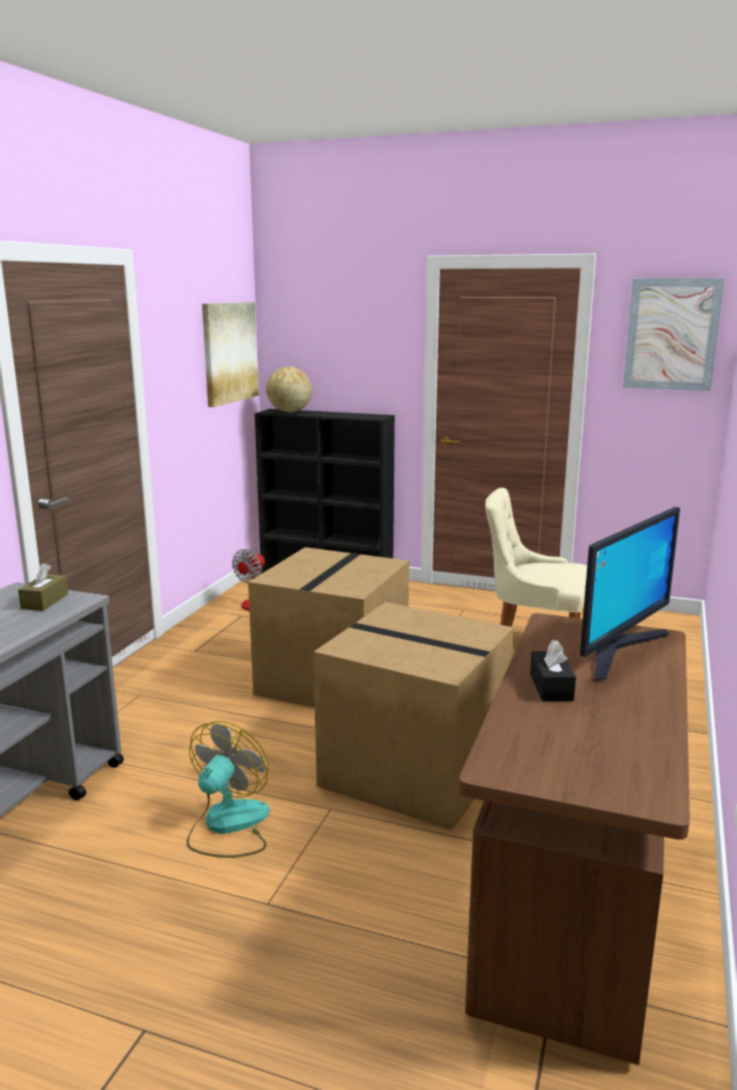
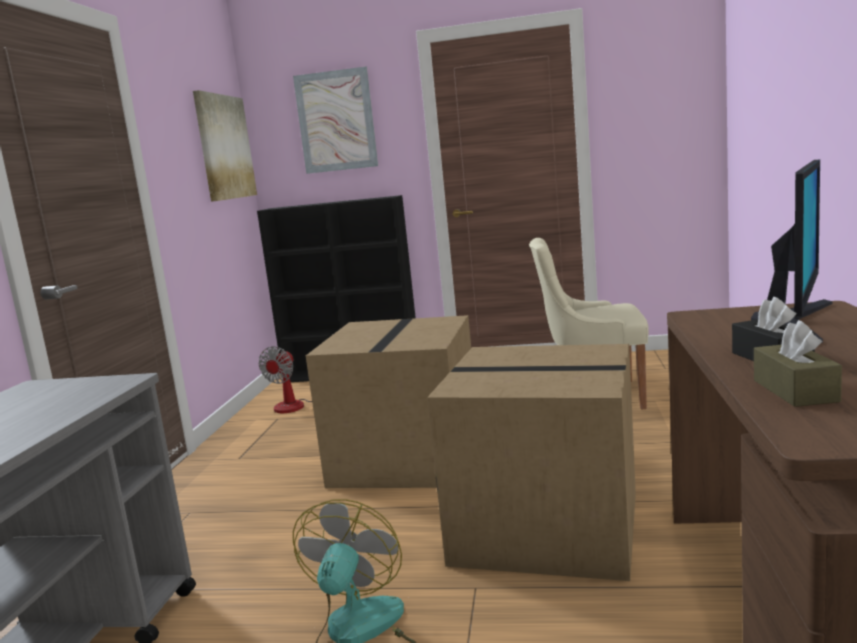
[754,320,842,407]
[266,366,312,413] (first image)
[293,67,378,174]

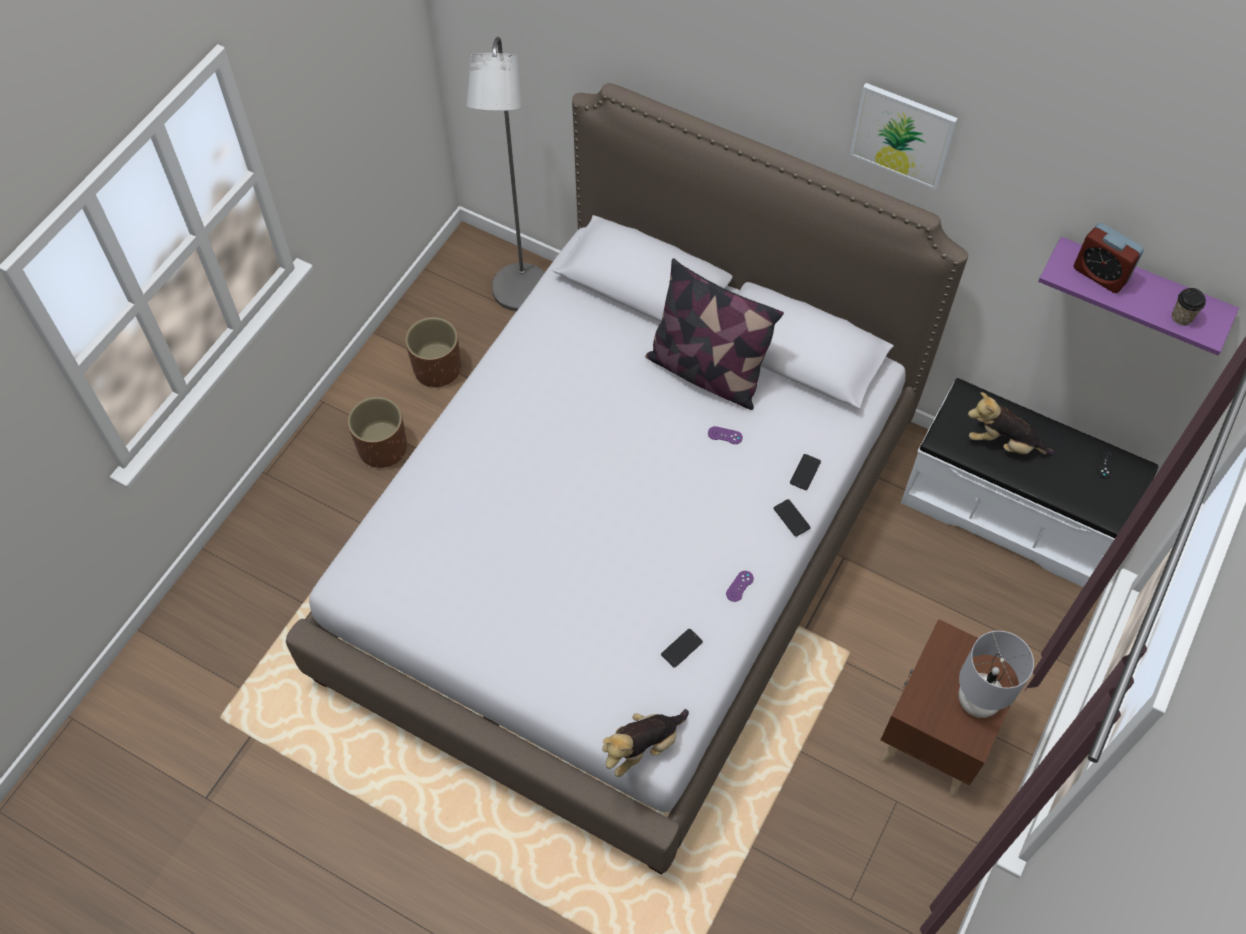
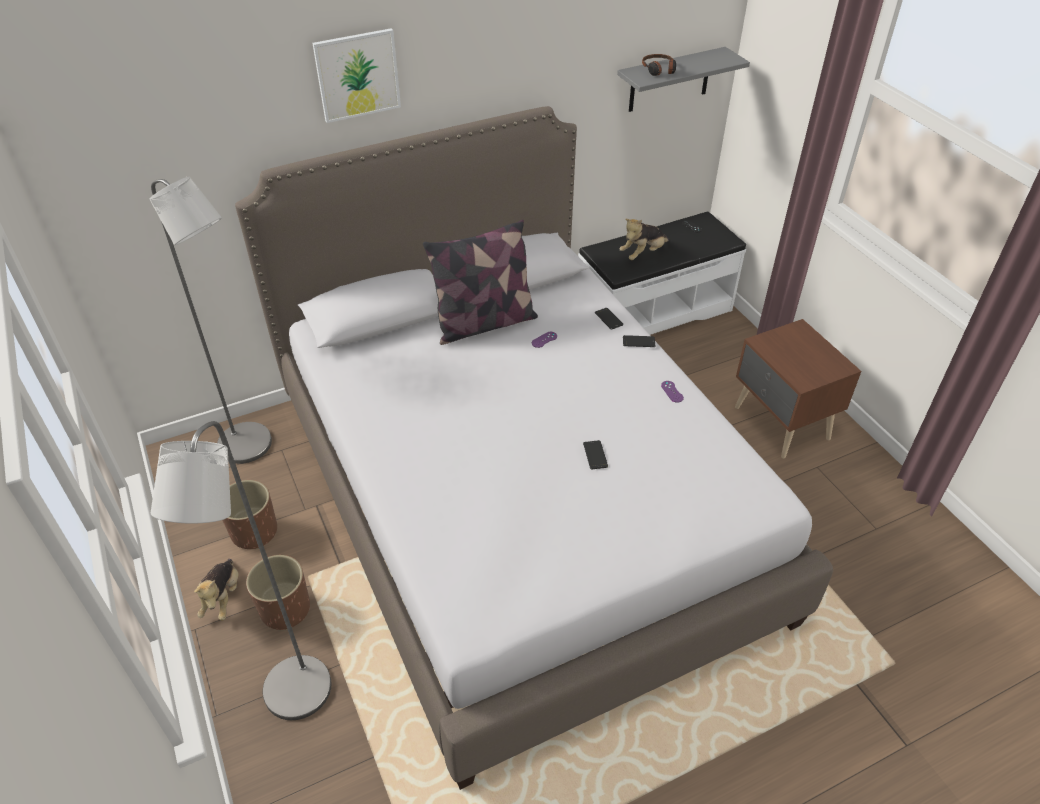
[194,559,239,621]
[583,440,608,469]
[313,28,401,123]
[958,631,1034,718] (first image)
[617,47,750,112]
[642,54,676,76]
[1172,288,1206,326] (first image)
[151,421,332,720]

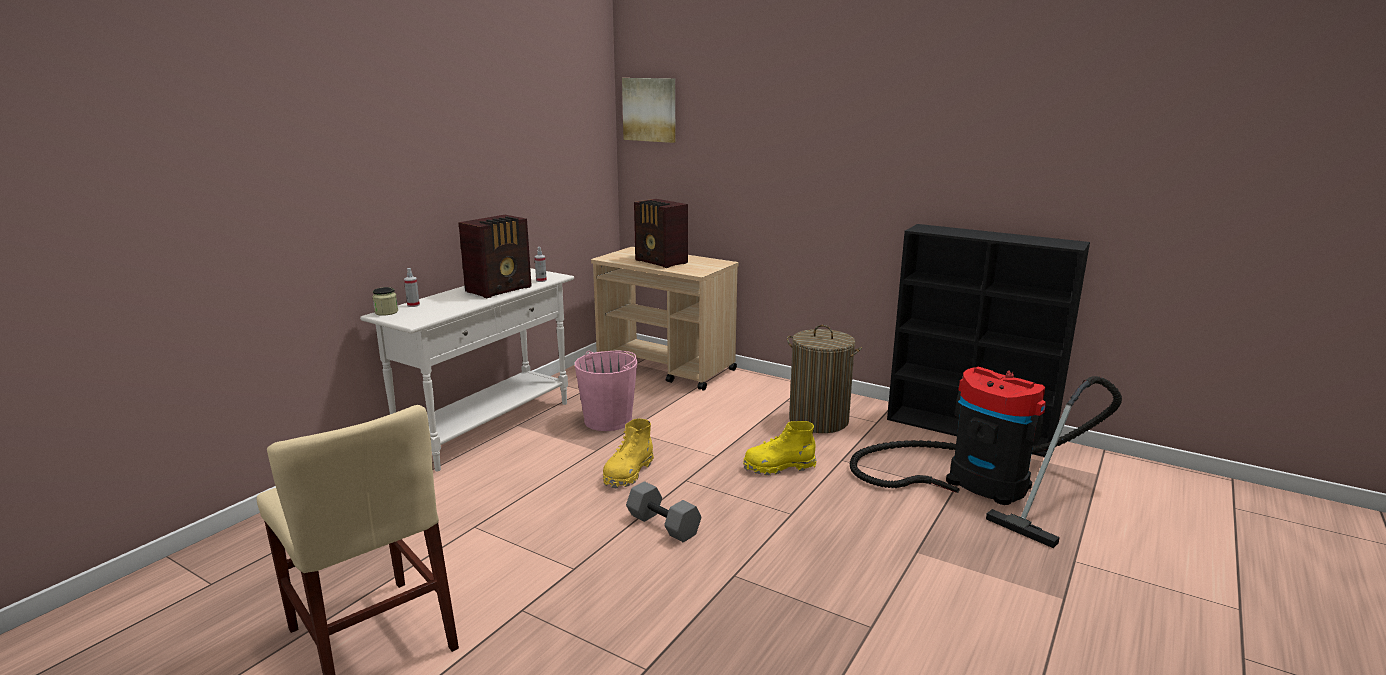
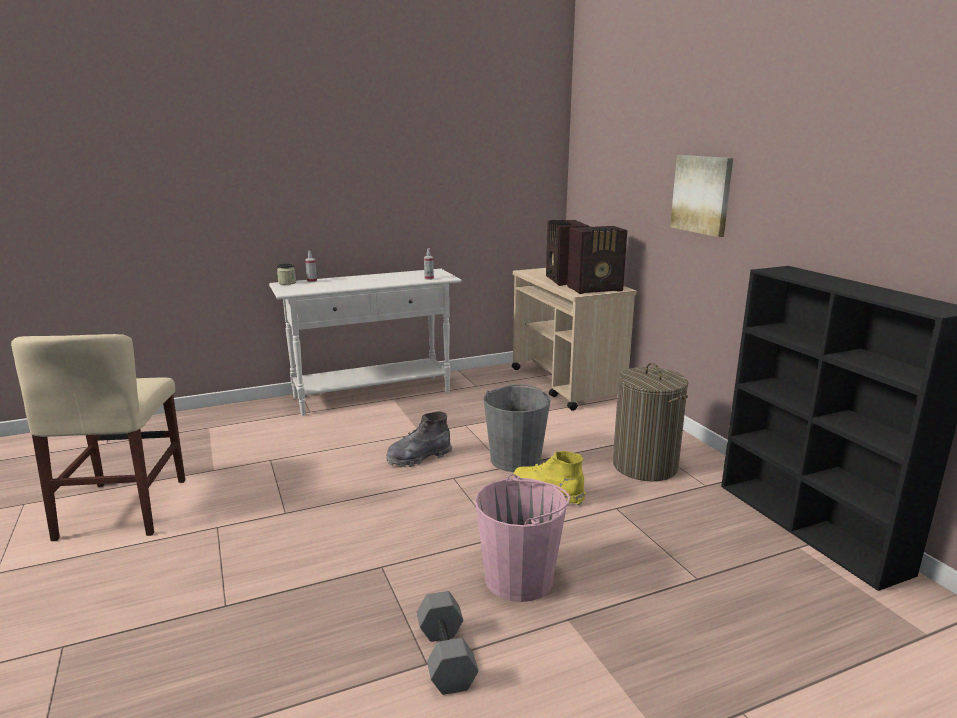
[567,226,627,294]
[475,474,570,602]
[386,411,452,467]
[670,155,733,237]
[417,591,479,695]
[850,367,1122,548] (first image)
[484,384,551,472]

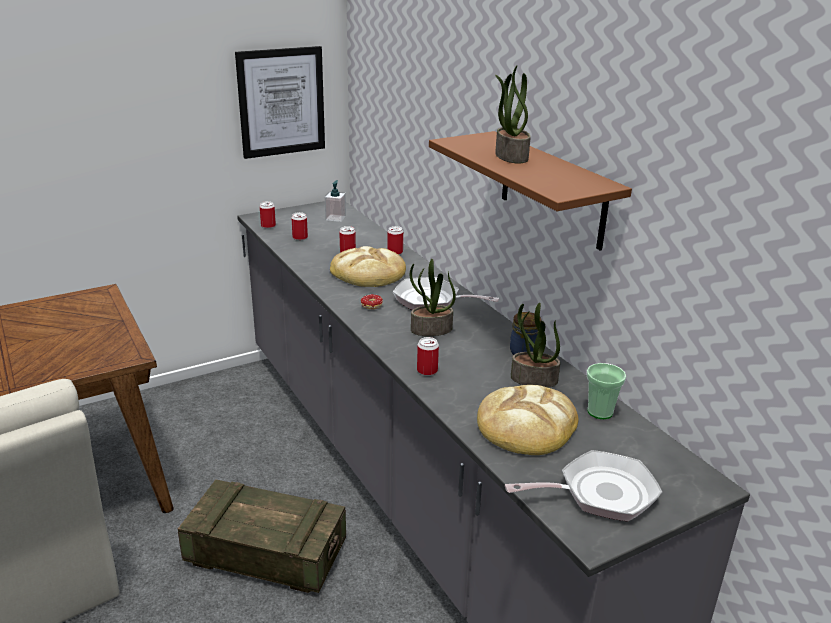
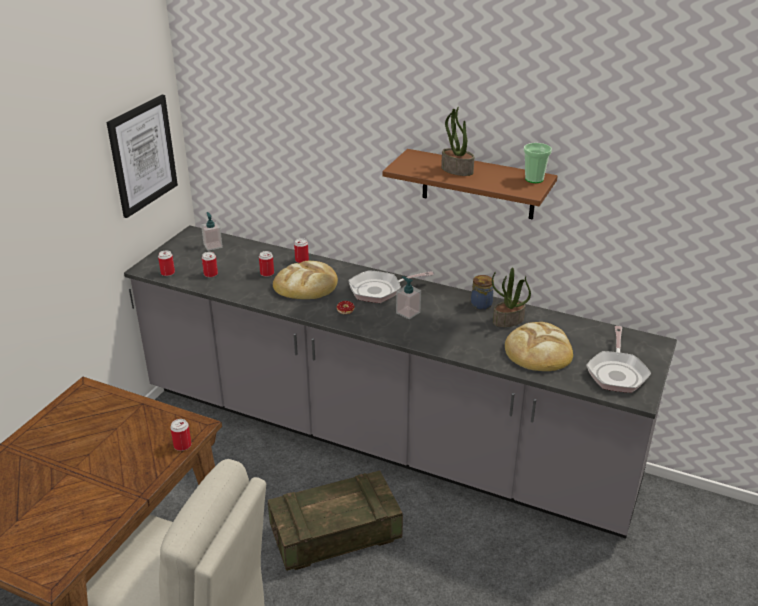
[396,276,421,319]
[170,419,192,451]
[586,326,651,393]
[524,143,552,183]

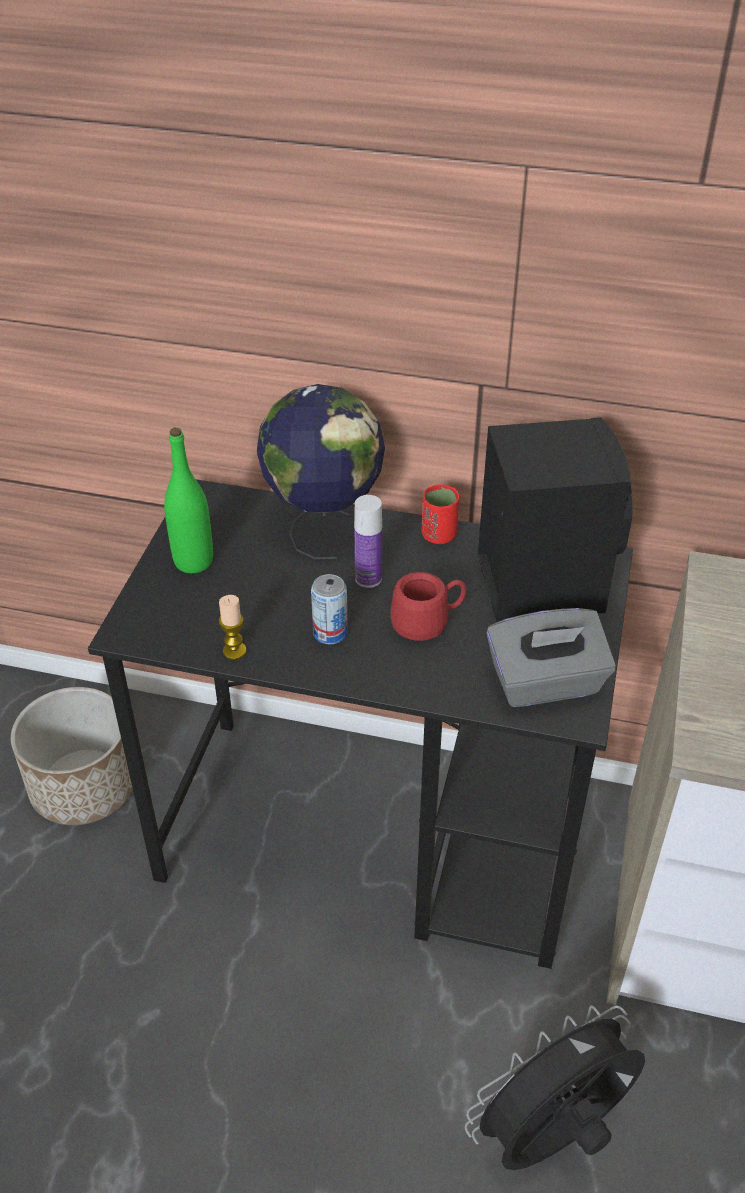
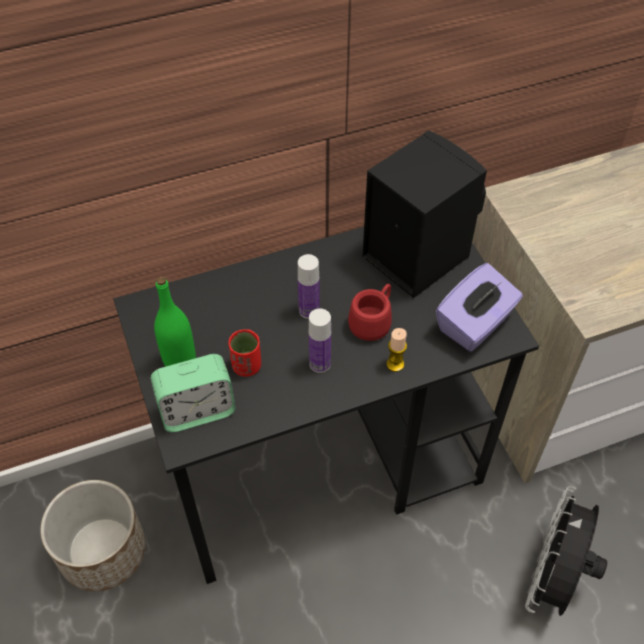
[386,328,407,372]
[257,384,385,559] (first image)
[309,308,331,373]
[228,329,261,377]
[436,263,523,351]
[151,354,236,432]

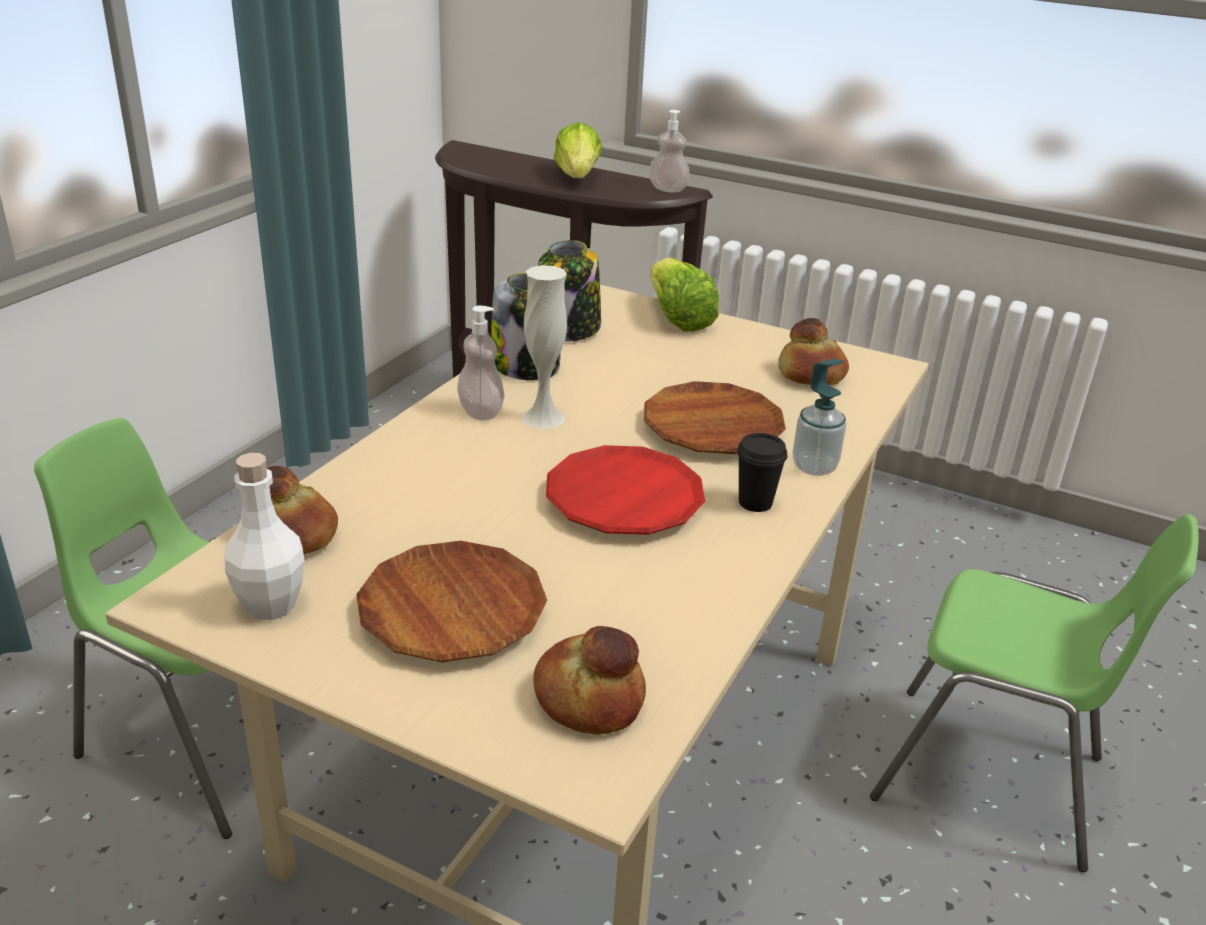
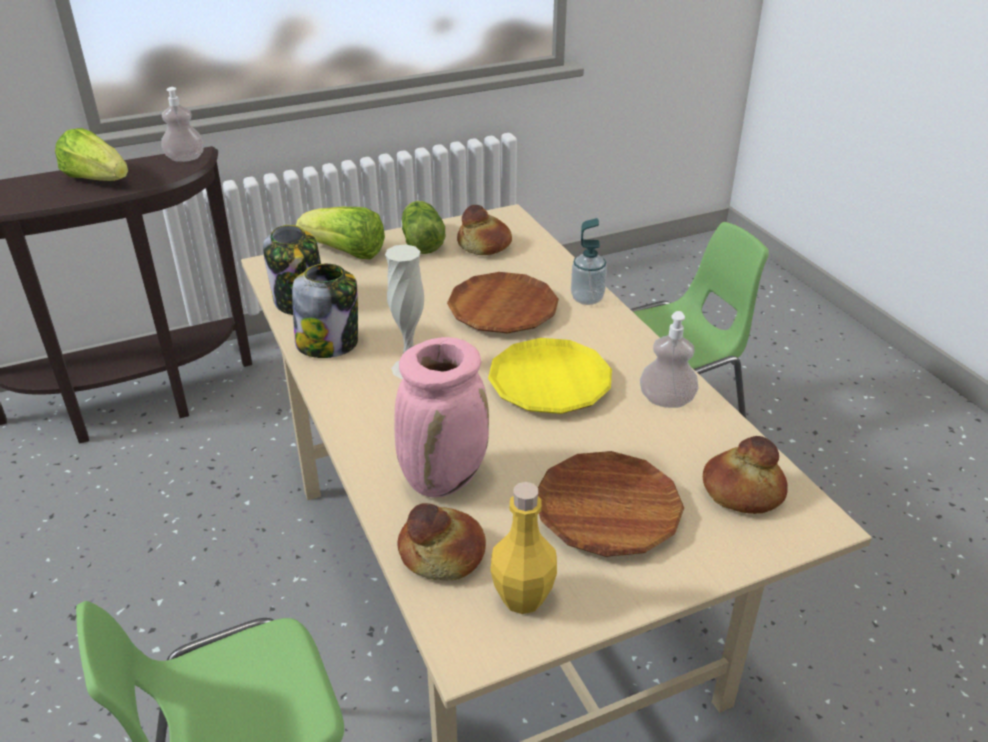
[490,482,557,614]
[640,311,699,408]
[488,338,612,414]
[737,433,788,512] (first image)
[394,337,489,498]
[402,201,446,254]

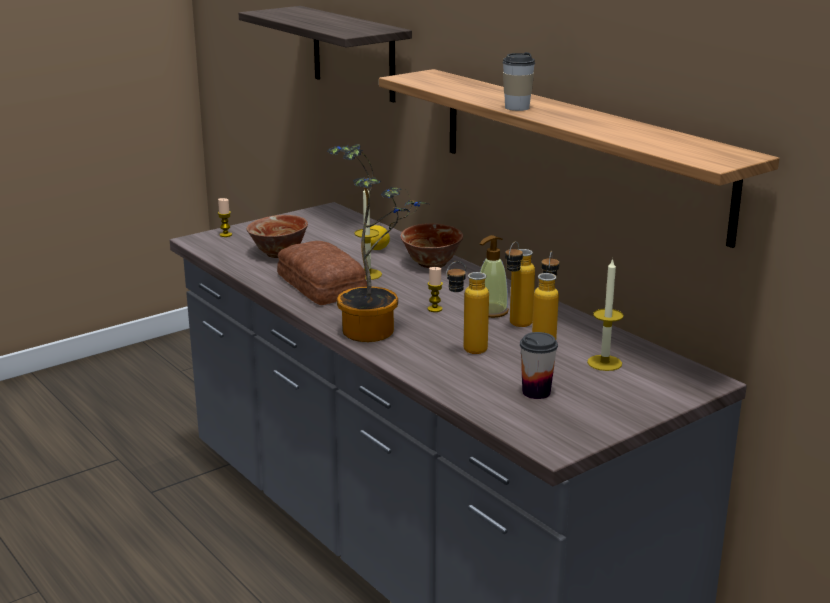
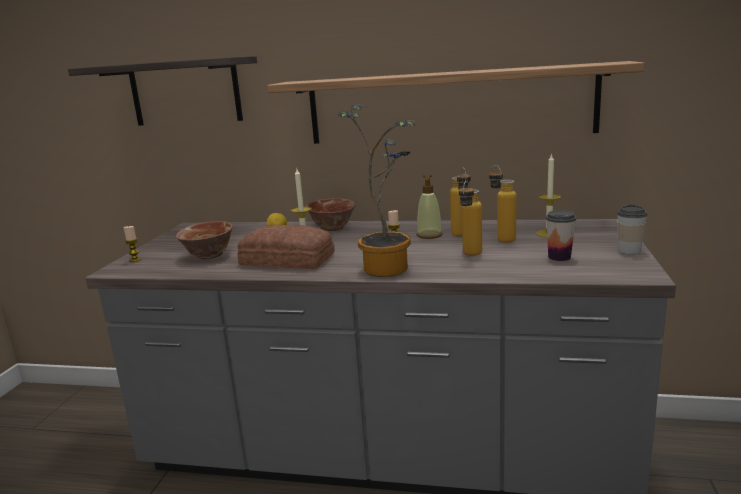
[617,205,647,254]

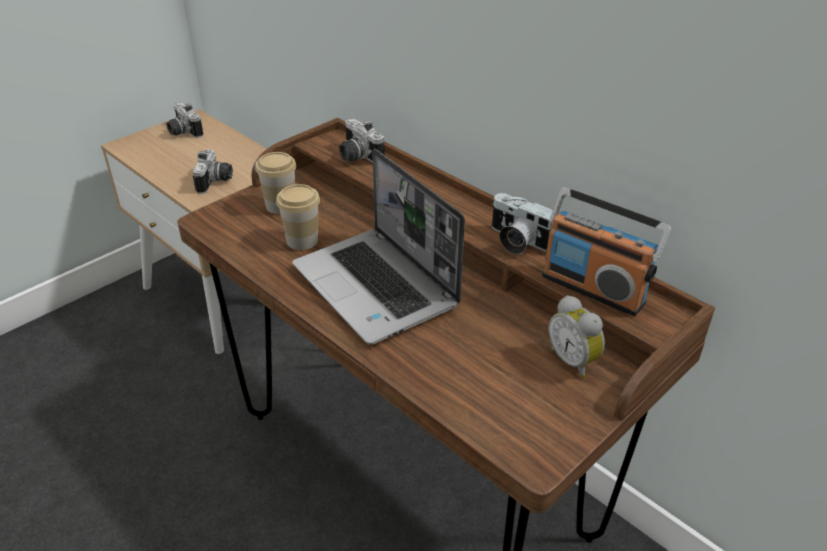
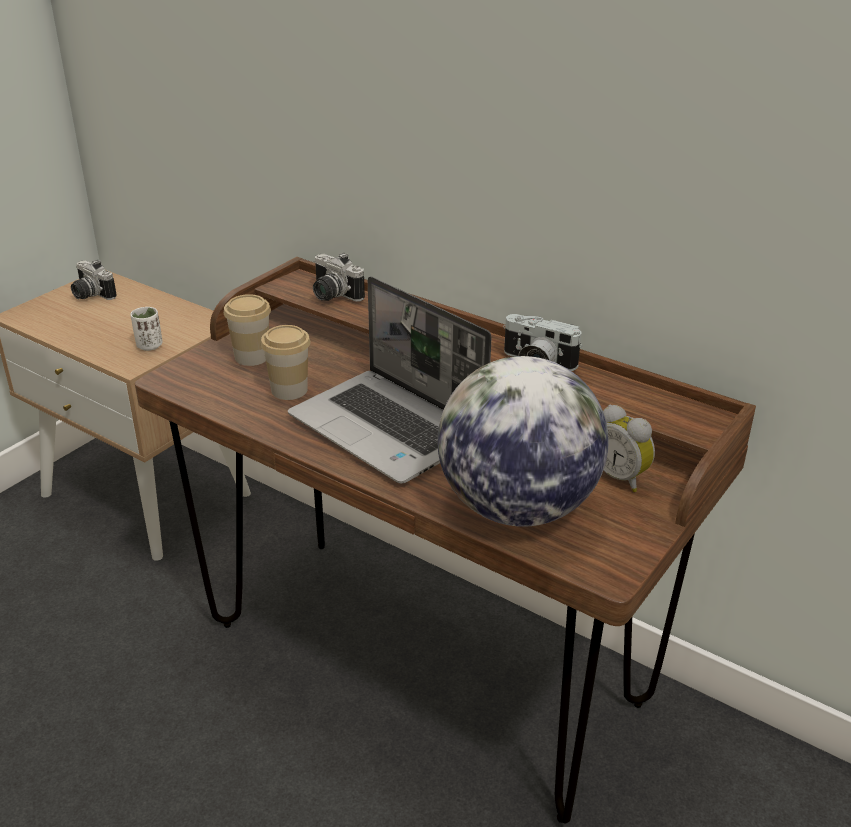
[130,307,163,351]
[542,187,671,316] (first image)
[437,356,609,527]

